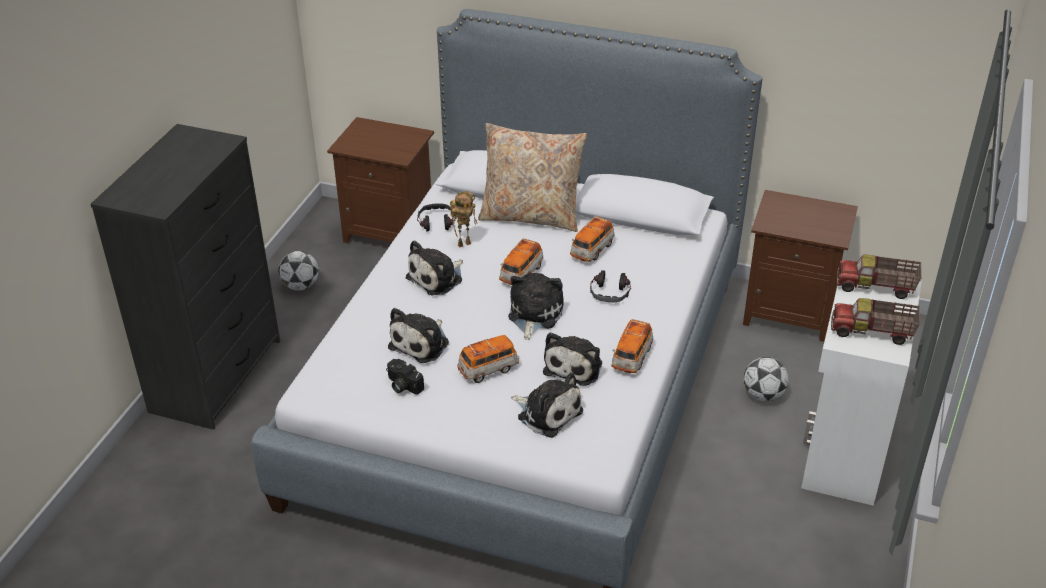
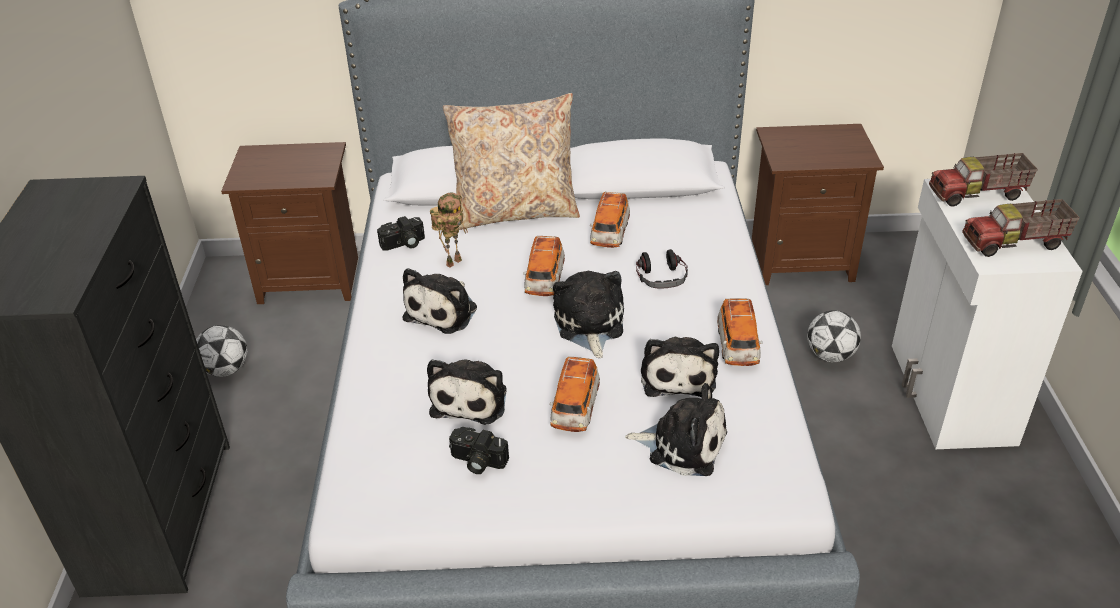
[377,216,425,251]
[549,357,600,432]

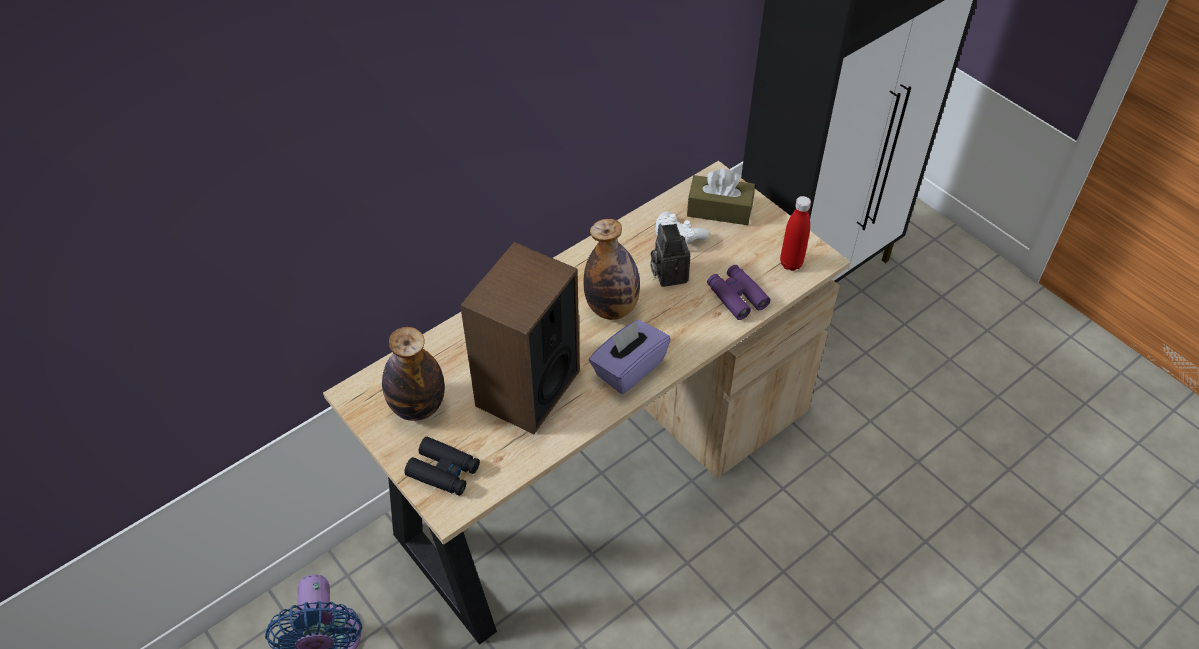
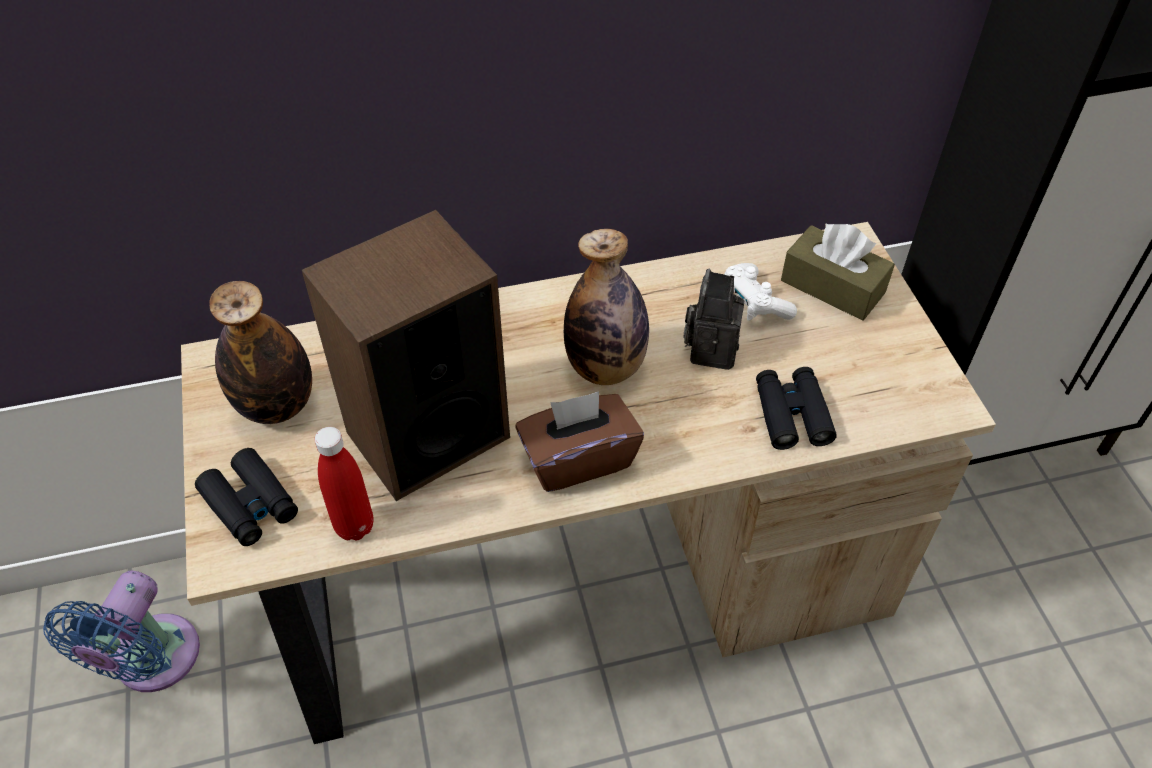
[515,391,644,492]
[756,367,837,450]
[314,427,374,541]

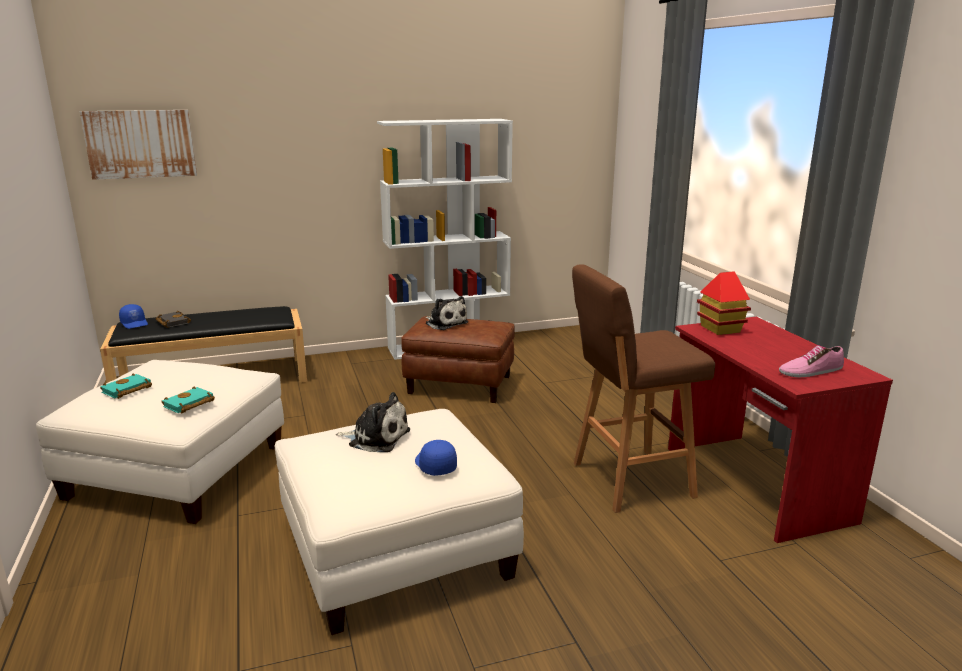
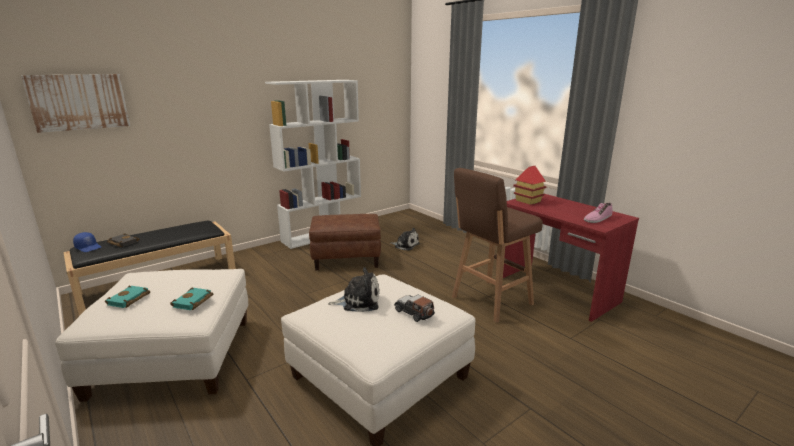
[394,295,435,322]
[390,228,420,250]

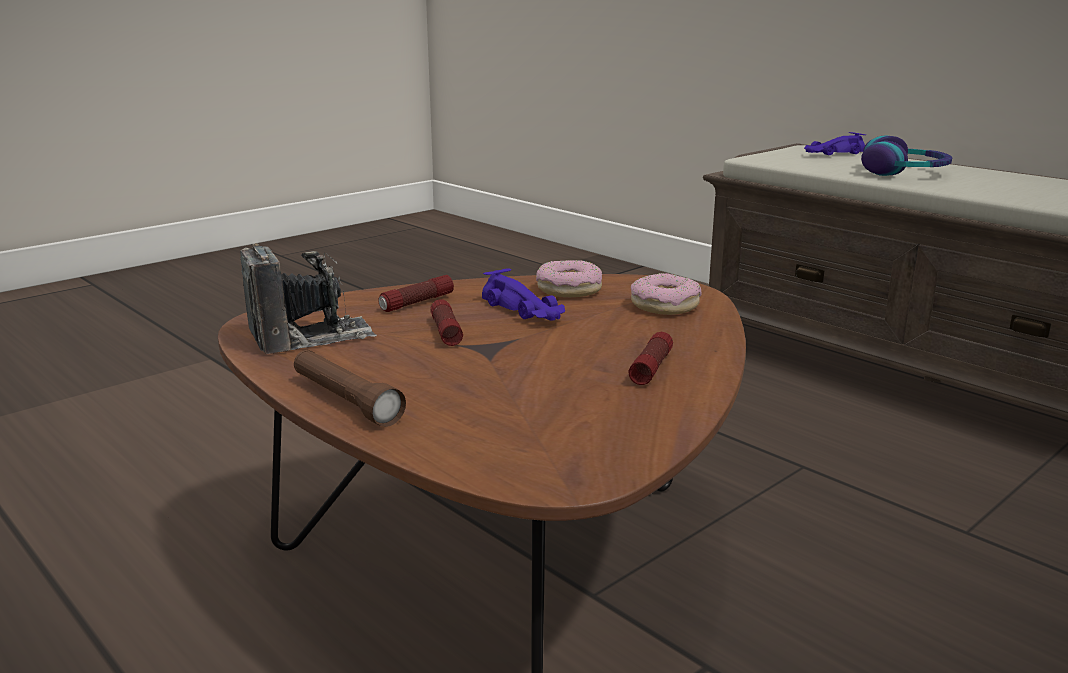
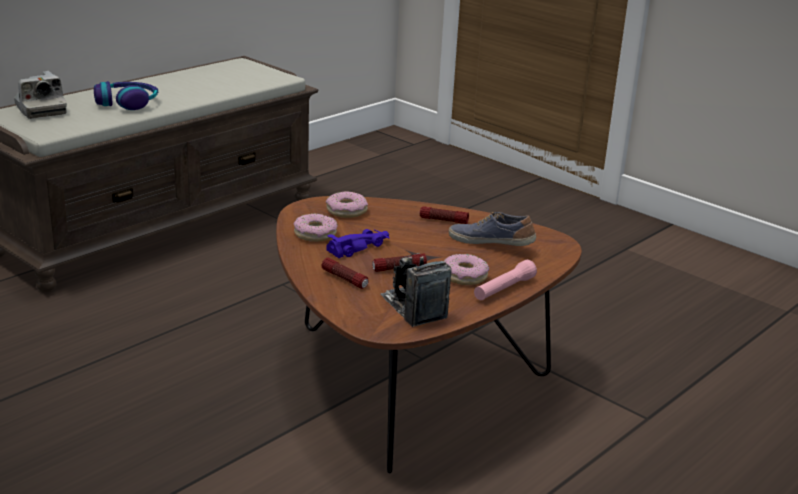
[474,260,537,300]
[14,71,67,119]
[444,254,489,285]
[449,212,536,246]

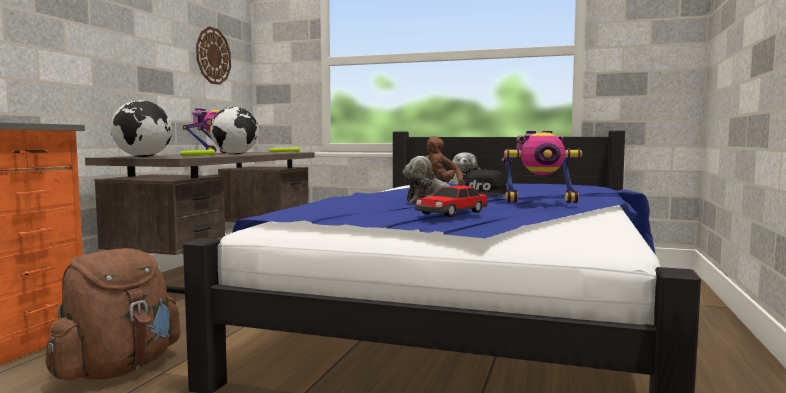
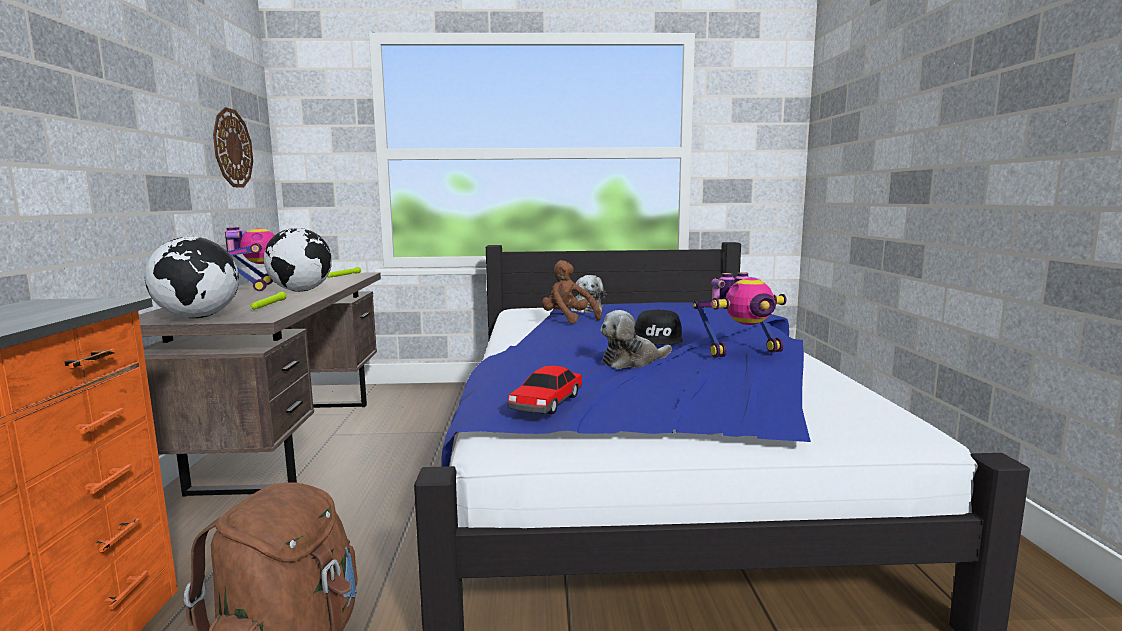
[508,366,582,414]

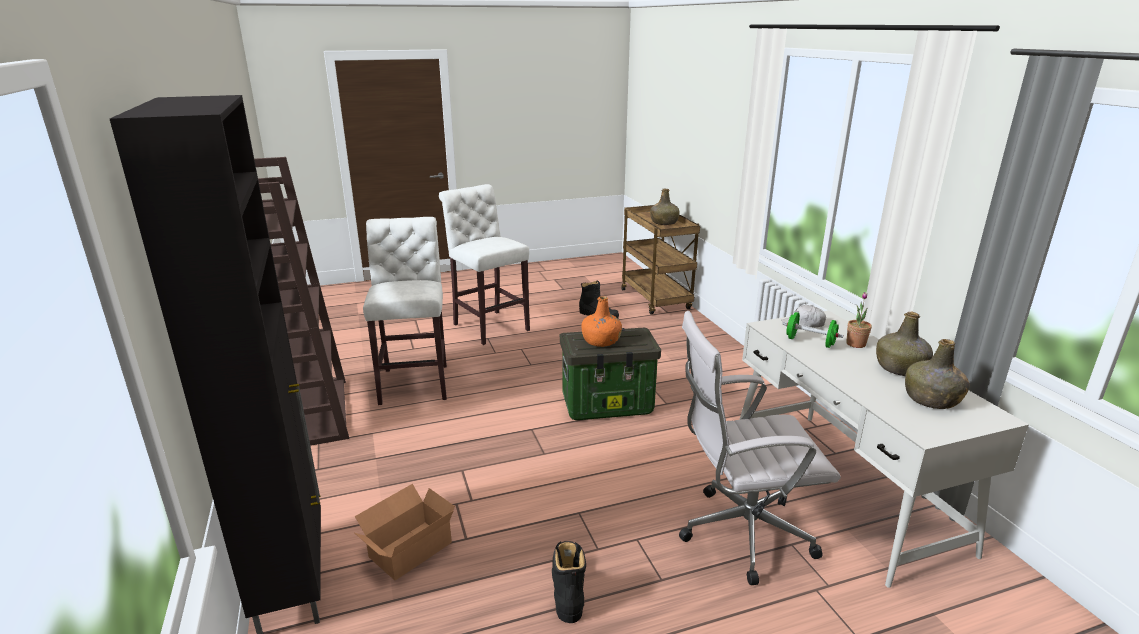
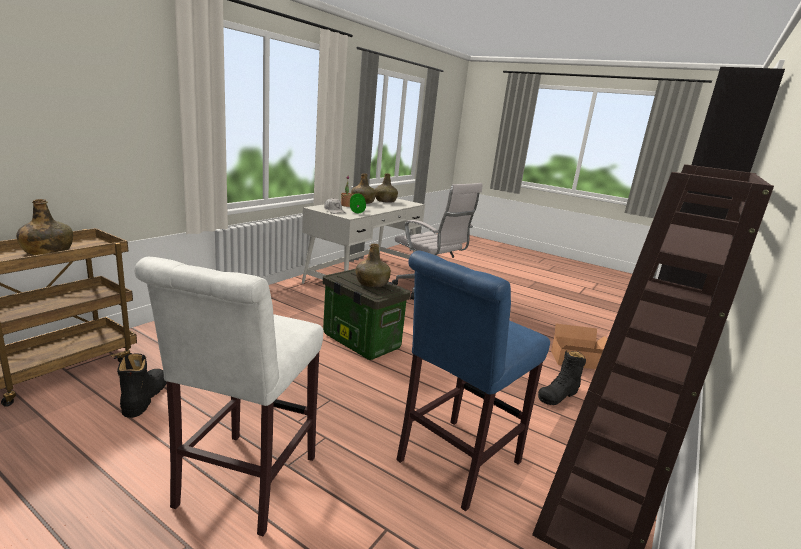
[396,250,550,511]
[538,350,586,405]
[356,244,391,287]

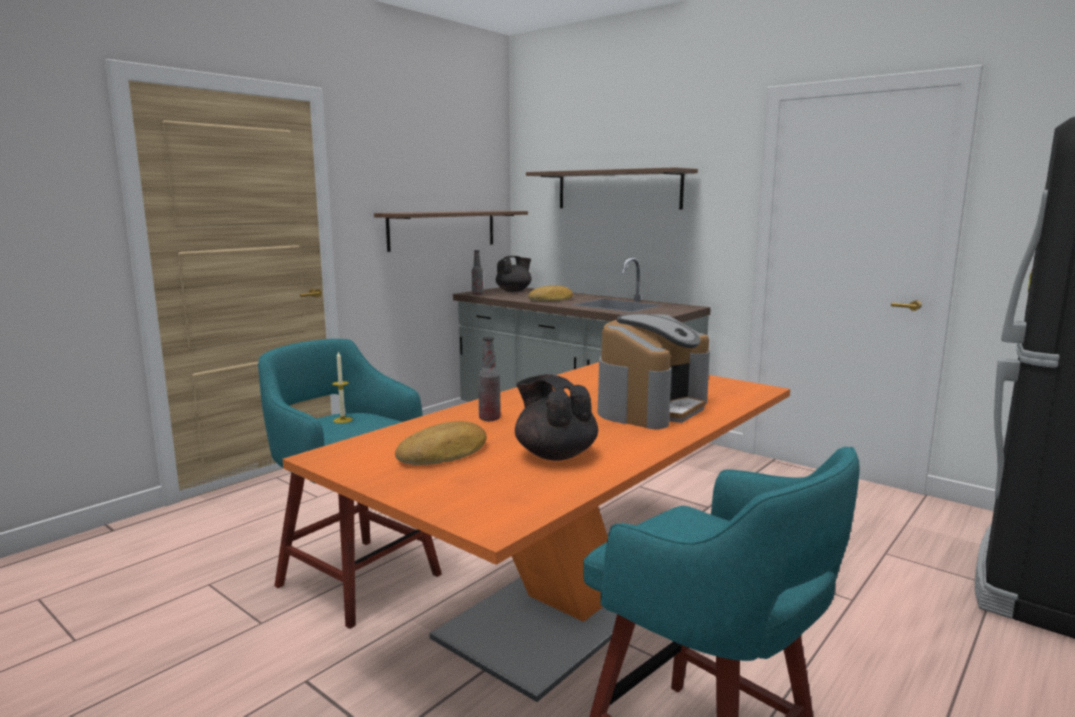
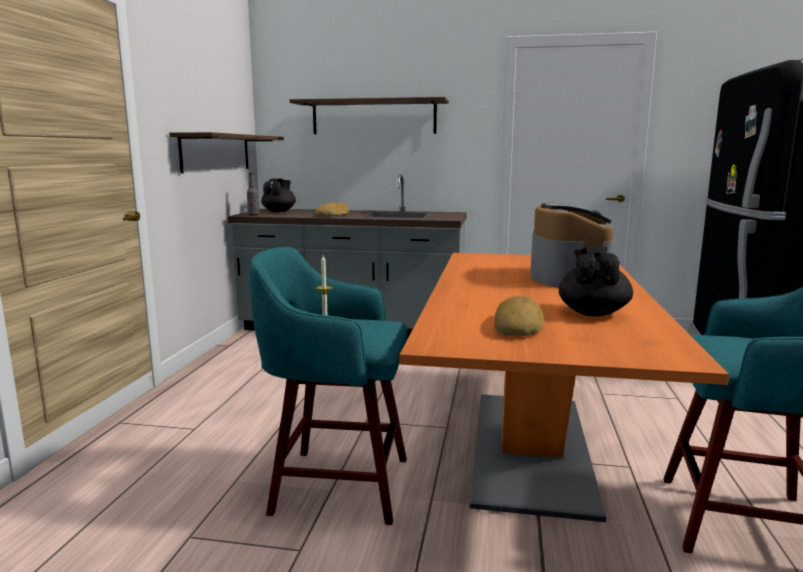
[478,337,501,421] (first image)
[559,246,633,316]

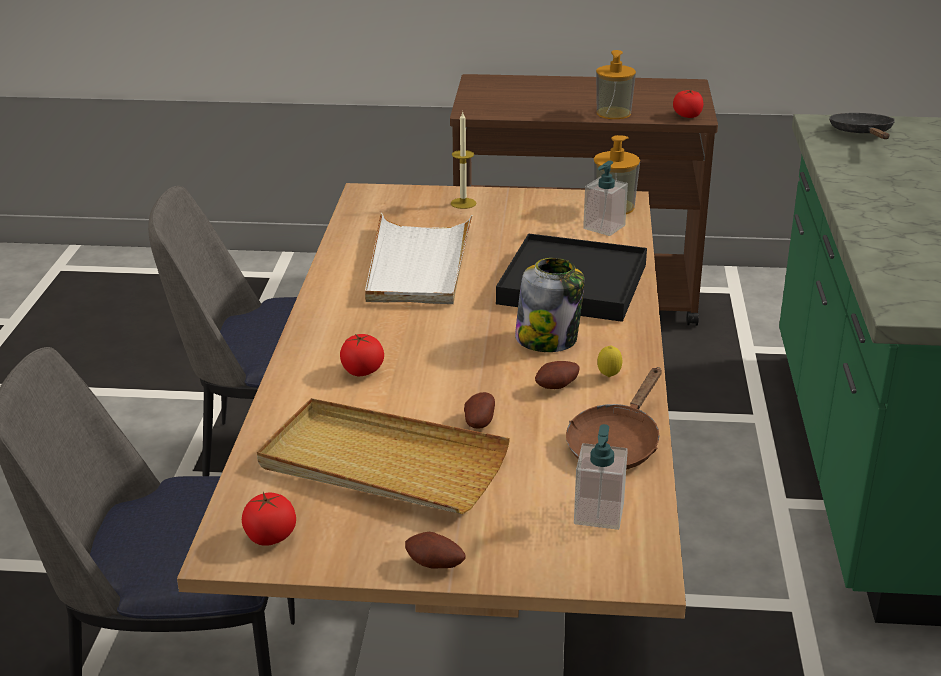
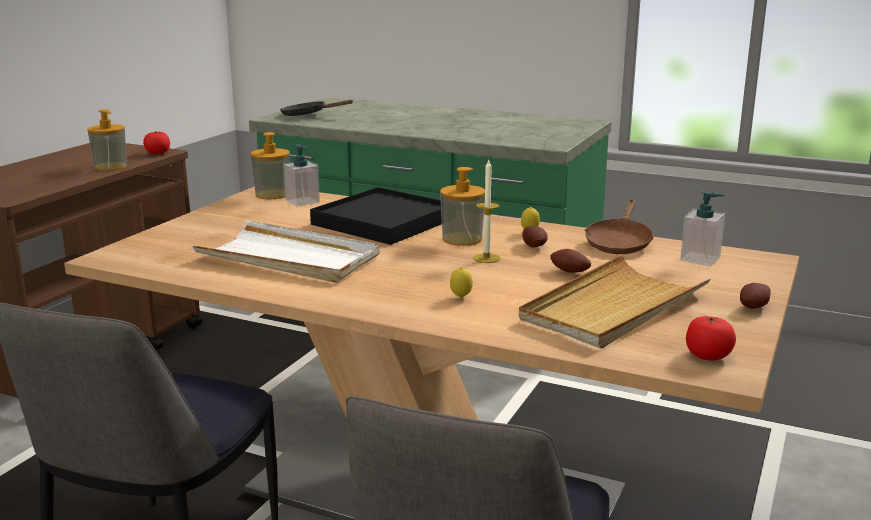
[450,267,473,298]
[473,160,500,263]
[440,167,485,246]
[584,199,654,254]

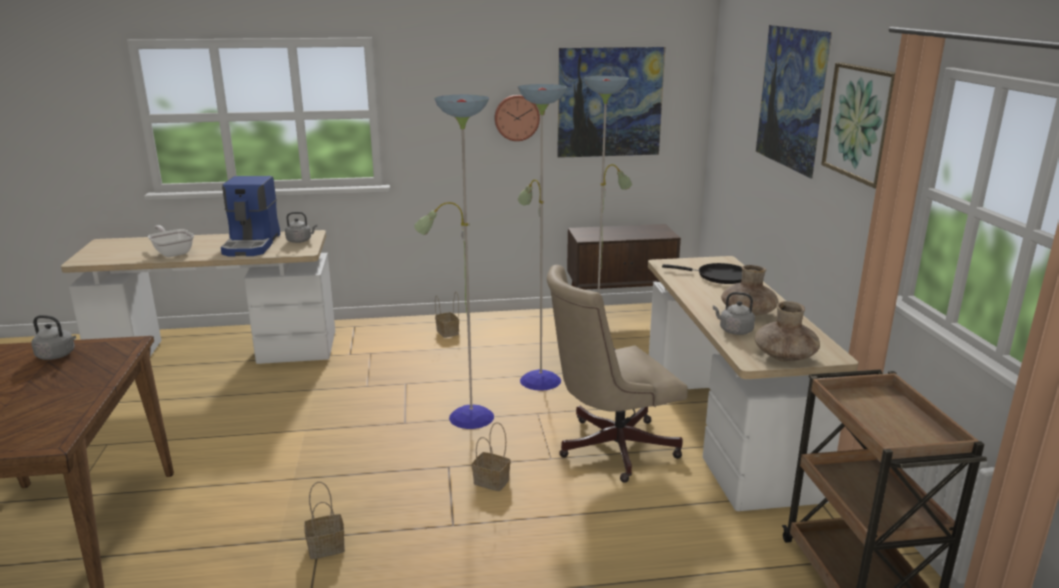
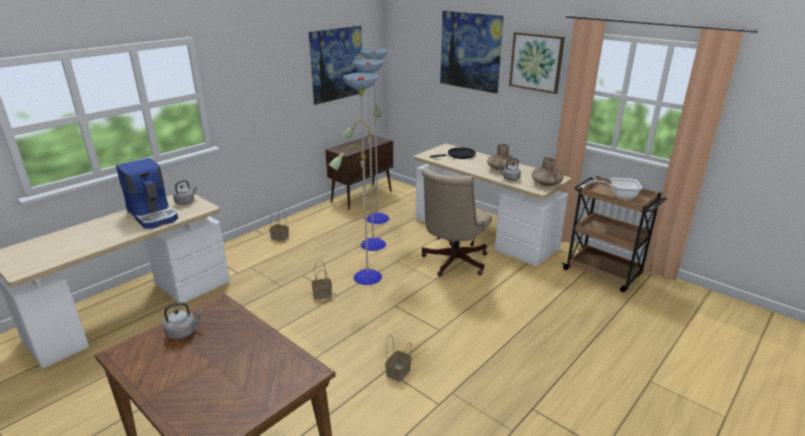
[591,178,642,199]
[312,260,332,300]
[494,95,540,141] (first image)

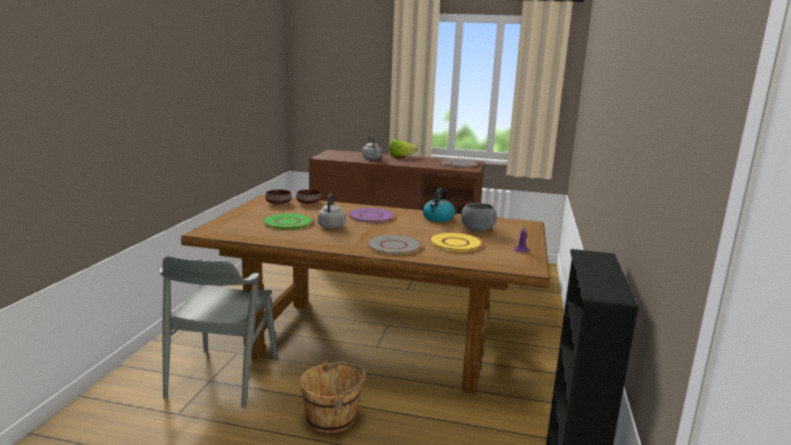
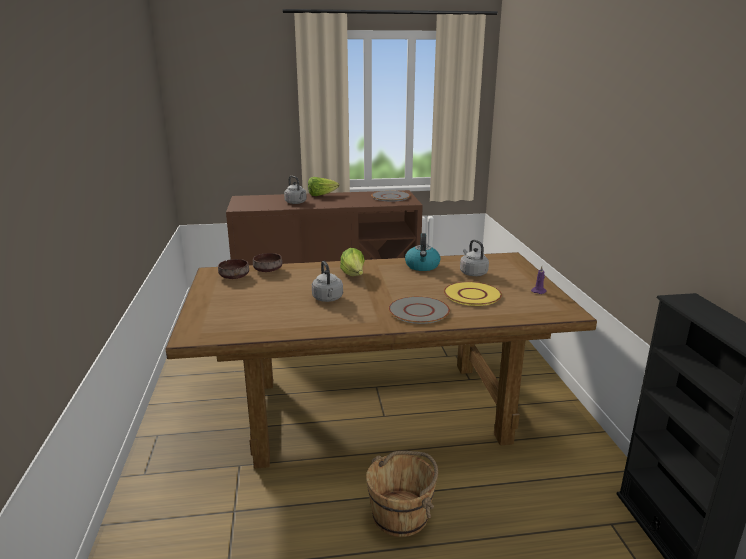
[159,256,277,408] (first image)
[263,213,313,229] (first image)
[340,248,365,276]
[460,239,489,276]

